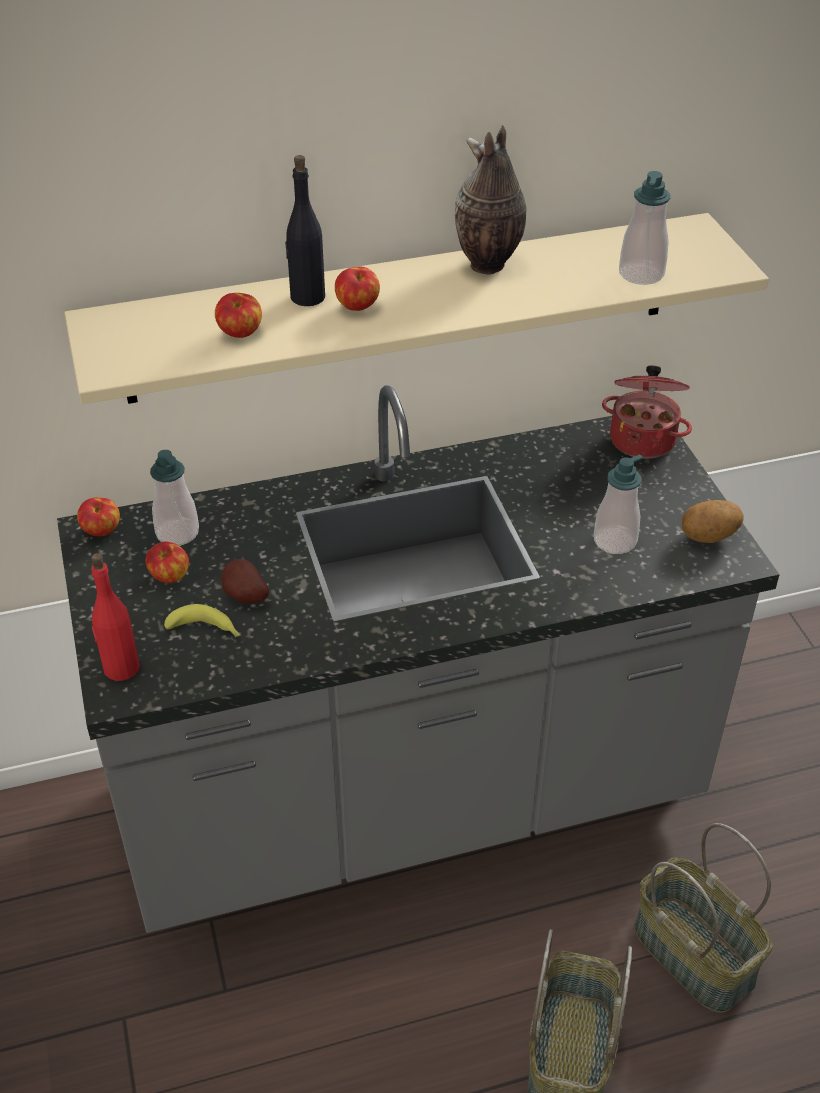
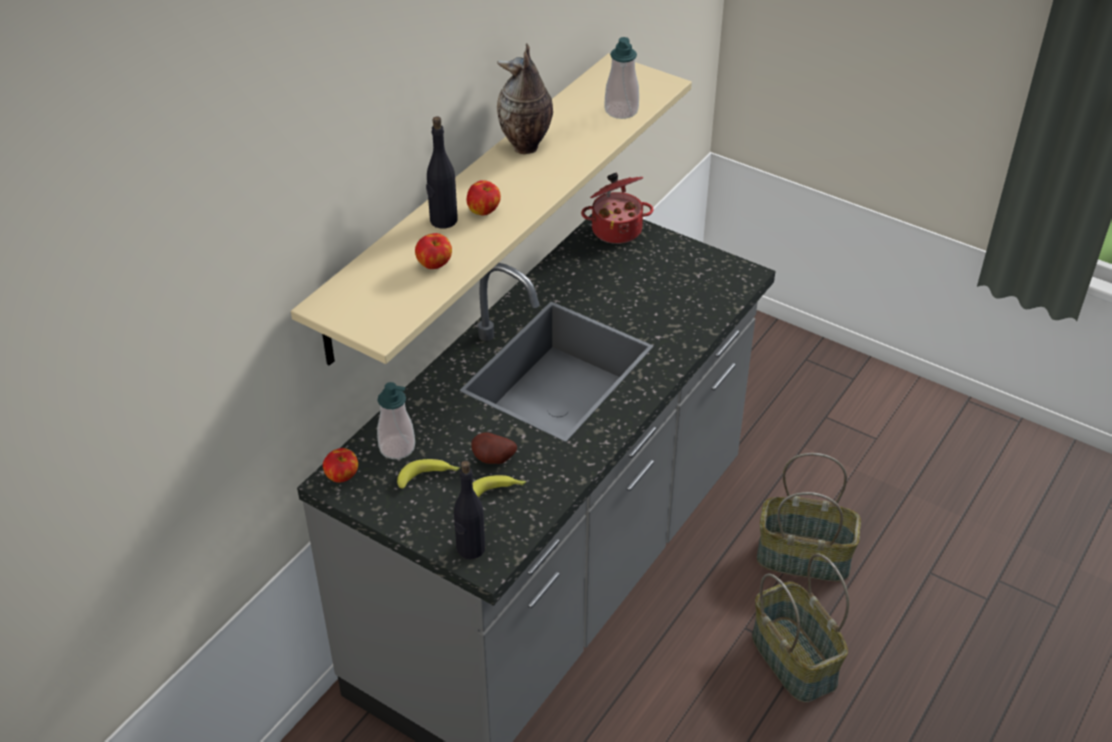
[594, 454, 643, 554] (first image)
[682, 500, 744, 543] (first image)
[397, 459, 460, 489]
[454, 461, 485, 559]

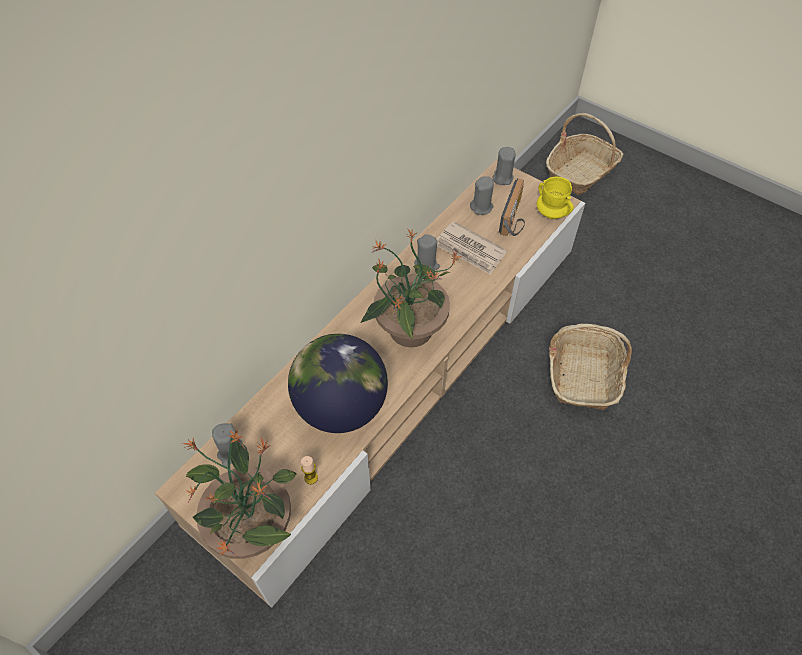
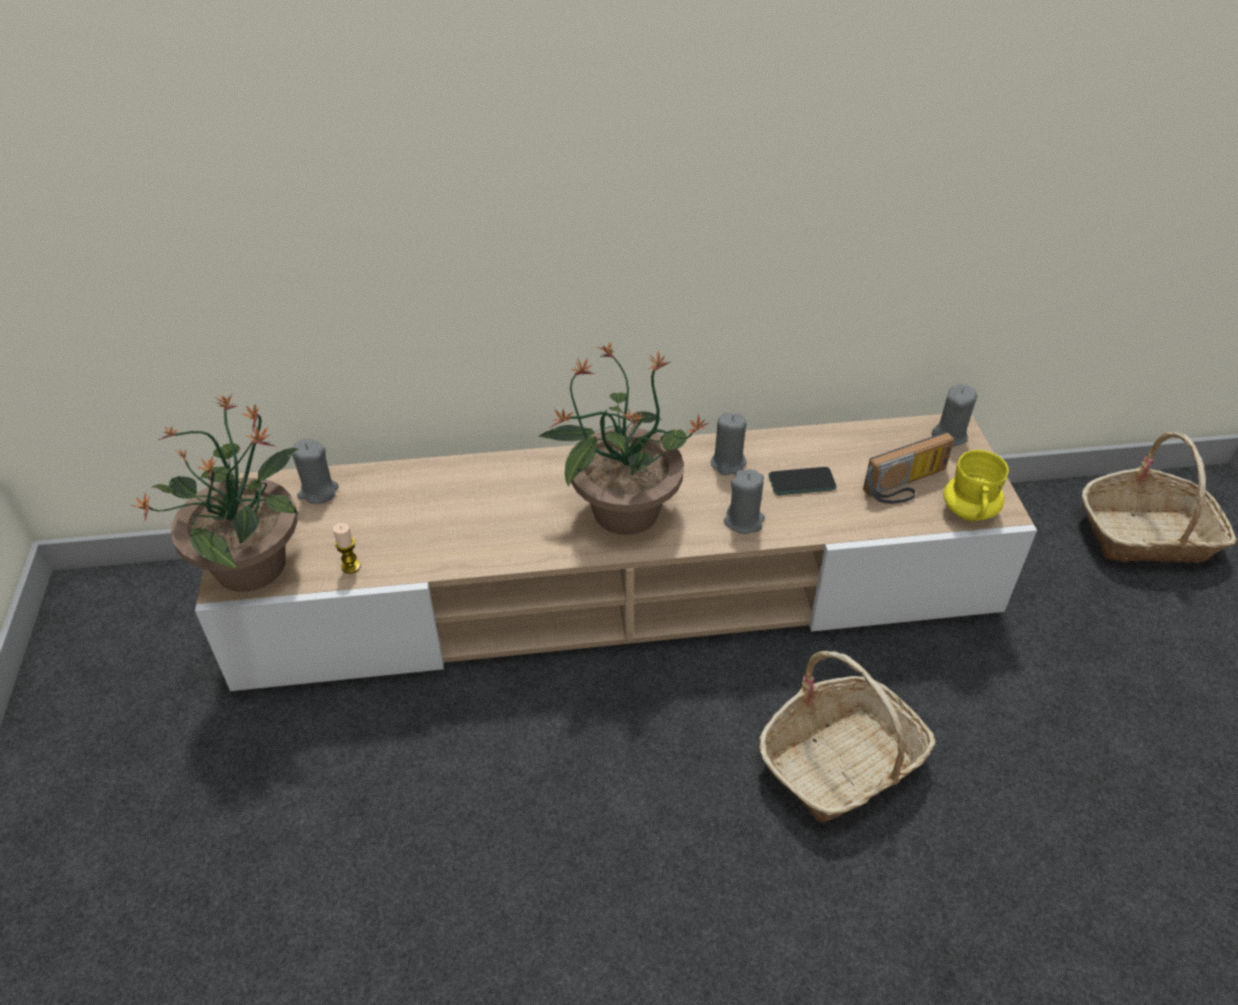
[724, 470, 765, 534]
[768, 467, 837, 495]
[288, 334, 388, 433] (first image)

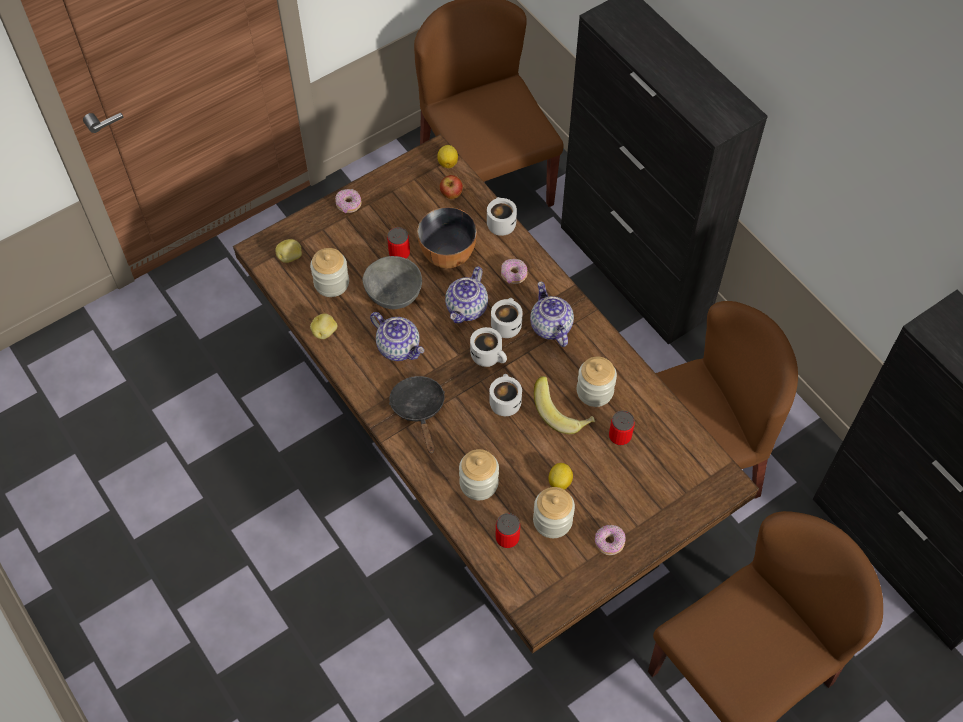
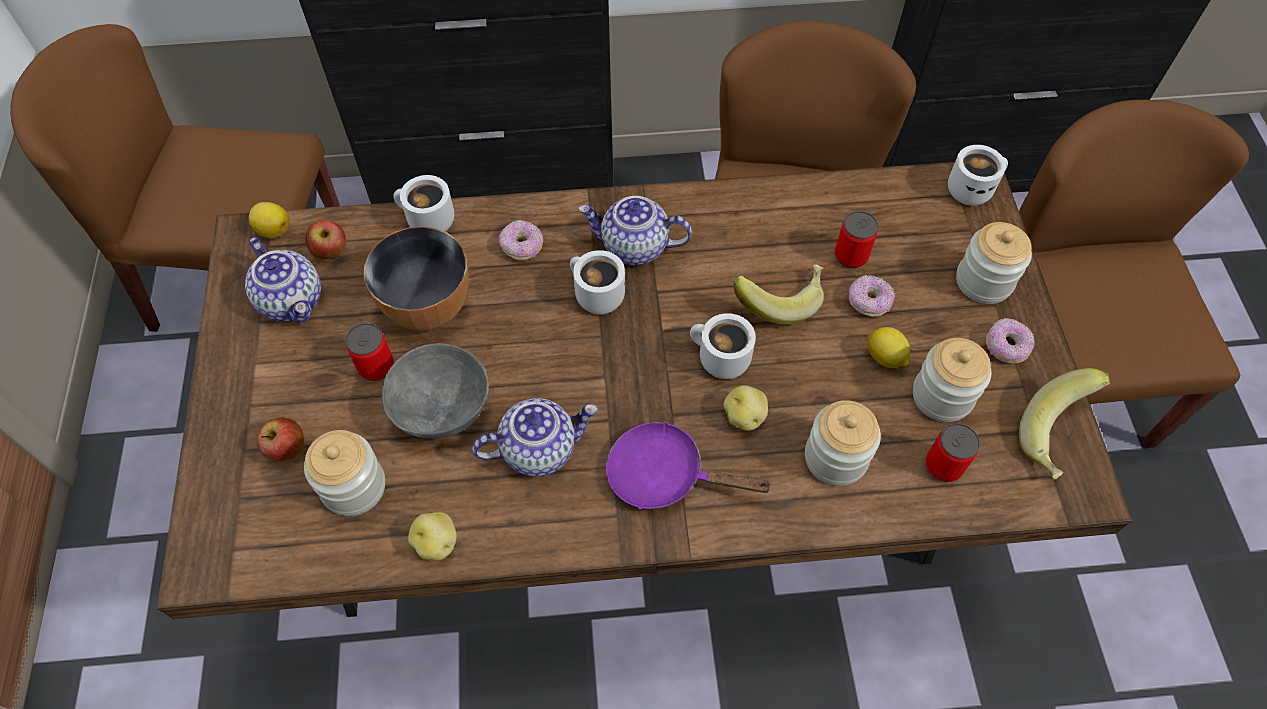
[849, 275, 895, 317]
[724, 385, 768, 431]
[245, 237, 321, 323]
[948, 145, 1008, 206]
[956, 222, 1032, 304]
[606, 421, 773, 510]
[1019, 368, 1110, 480]
[257, 418, 304, 462]

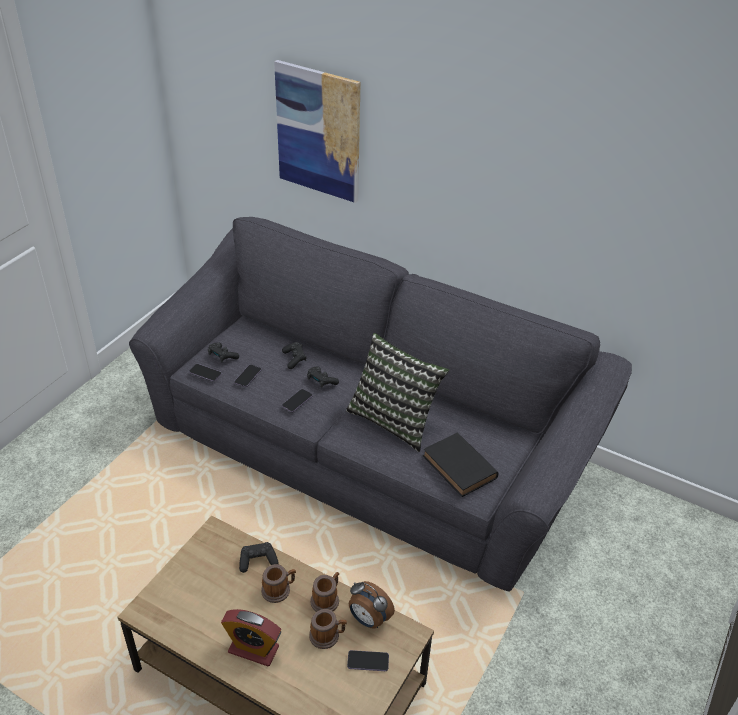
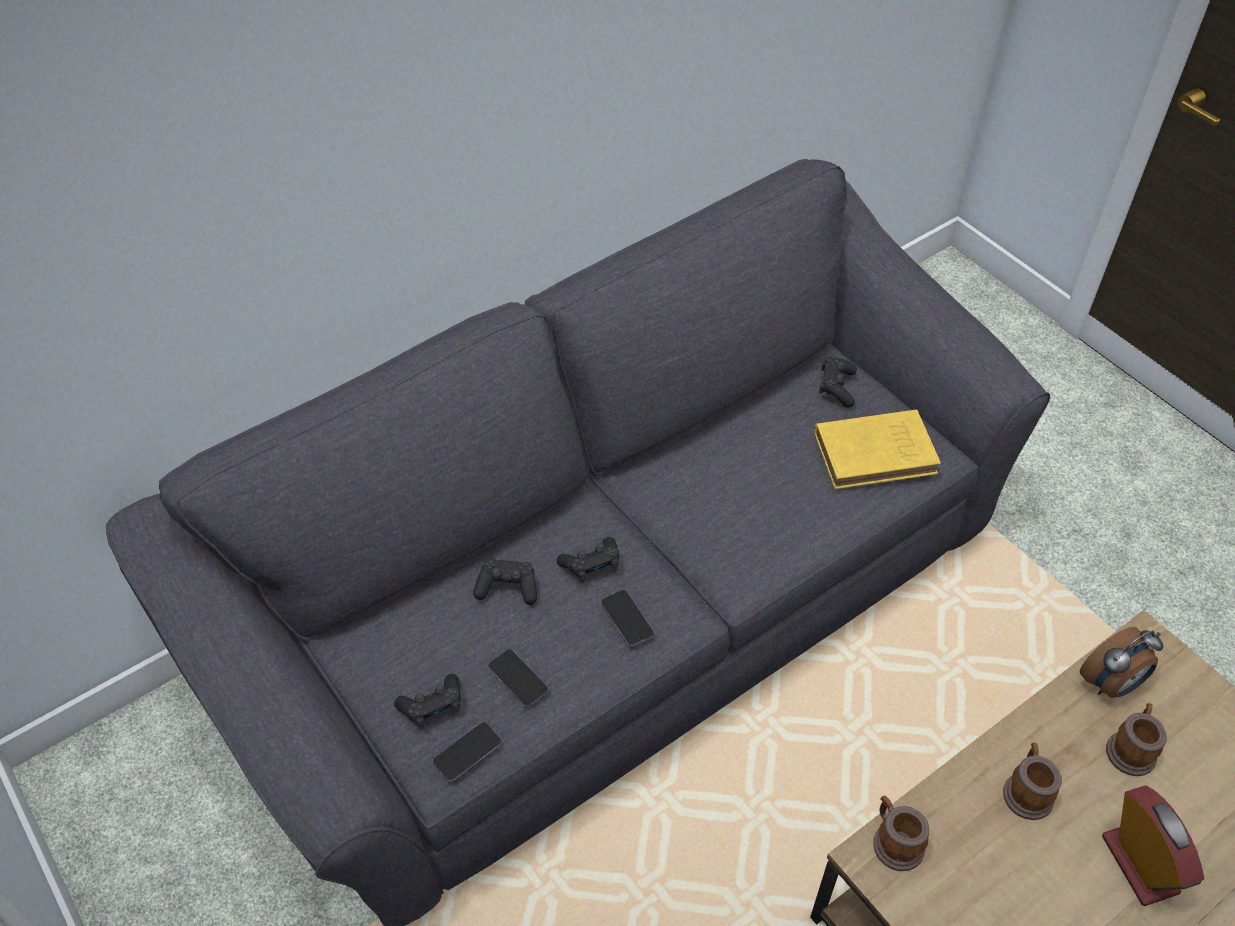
[274, 60, 361, 203] (first image)
[346, 333, 449, 452] (first image)
[814, 409, 941, 489]
[819, 357, 857, 408]
[873, 795, 929, 871]
[1102, 785, 1204, 906]
[347, 650, 389, 671] (first image)

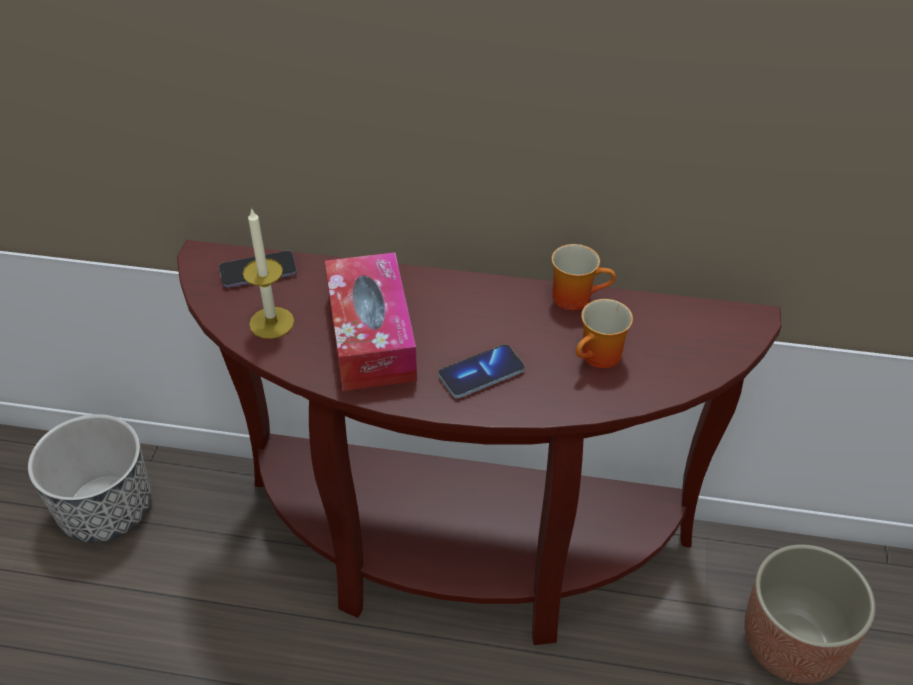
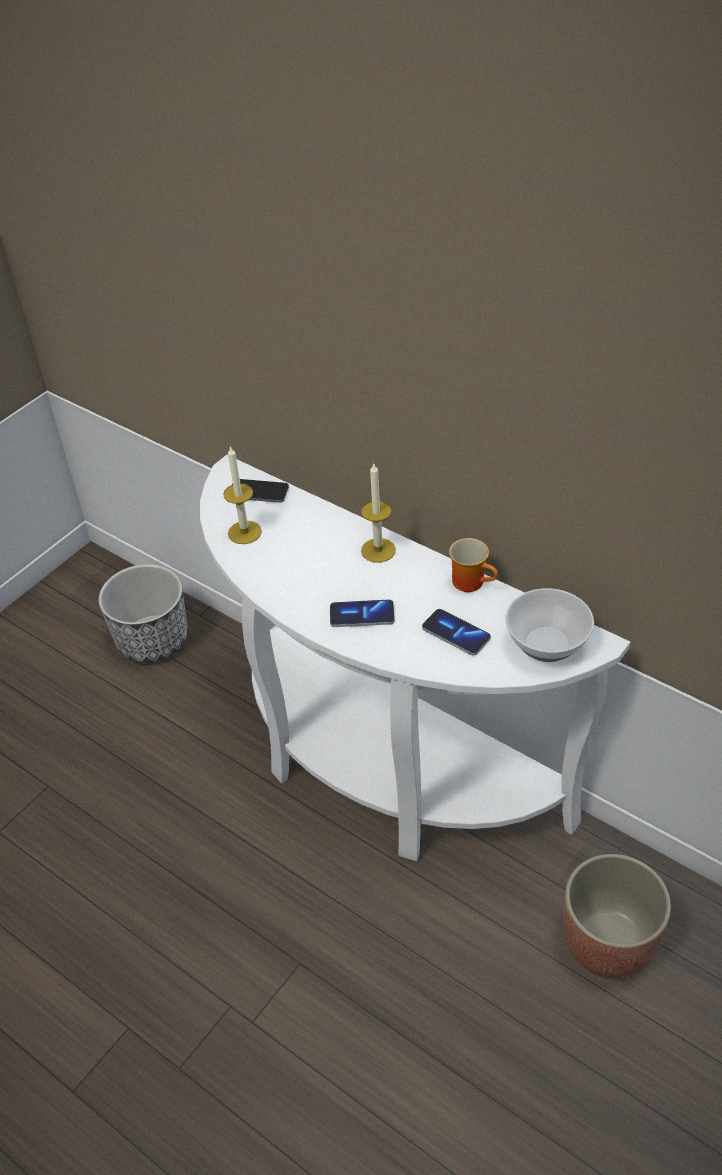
[200, 455, 630, 861]
[325, 252, 417, 391] (first image)
[422, 609, 491, 655]
[361, 463, 396, 563]
[505, 588, 594, 662]

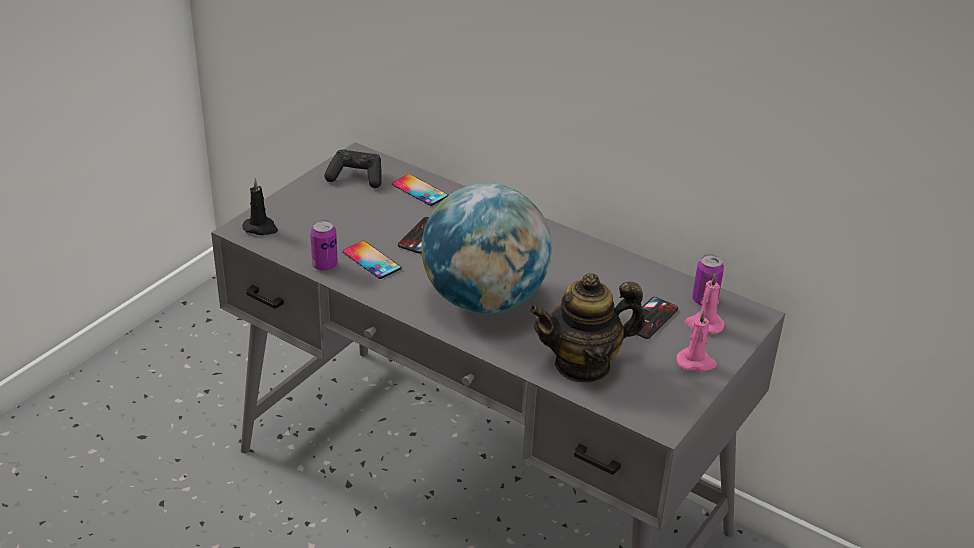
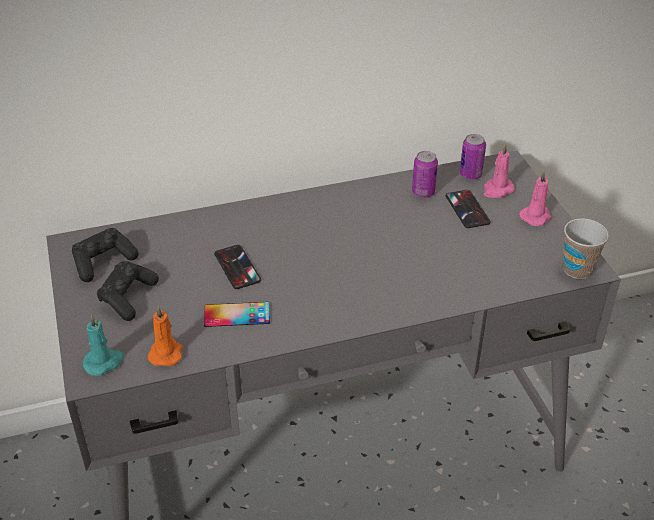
[392, 174, 449, 206] (first image)
[82, 314, 124, 375]
[421, 183, 552, 314] (first image)
[412, 151, 438, 198]
[529, 273, 645, 383] (first image)
[563, 218, 609, 279]
[97, 261, 159, 321]
[148, 306, 183, 366]

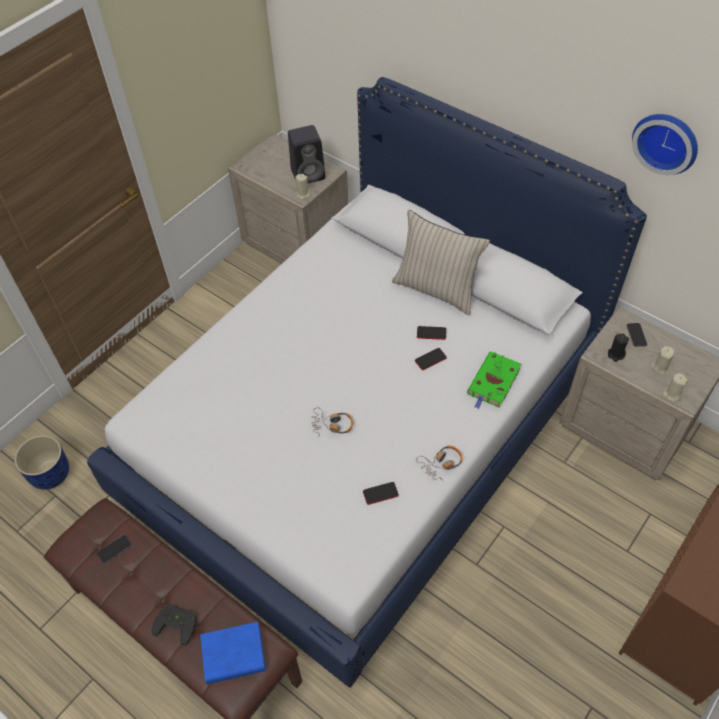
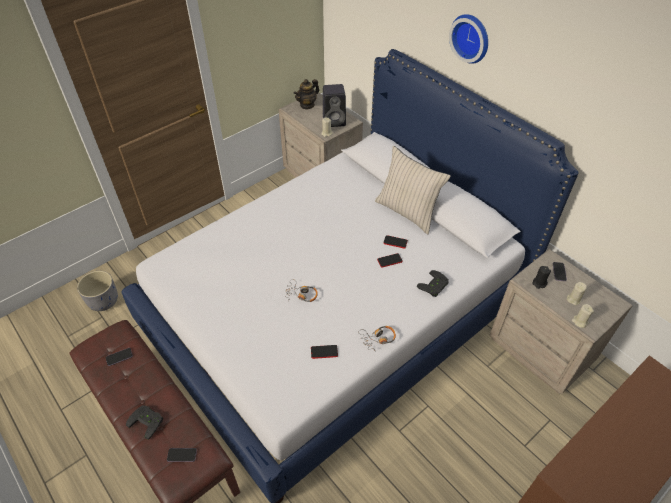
[449, 14, 488, 64]
[417, 270, 449, 297]
[77, 271, 118, 311]
[167, 448, 197, 462]
[294, 79, 319, 110]

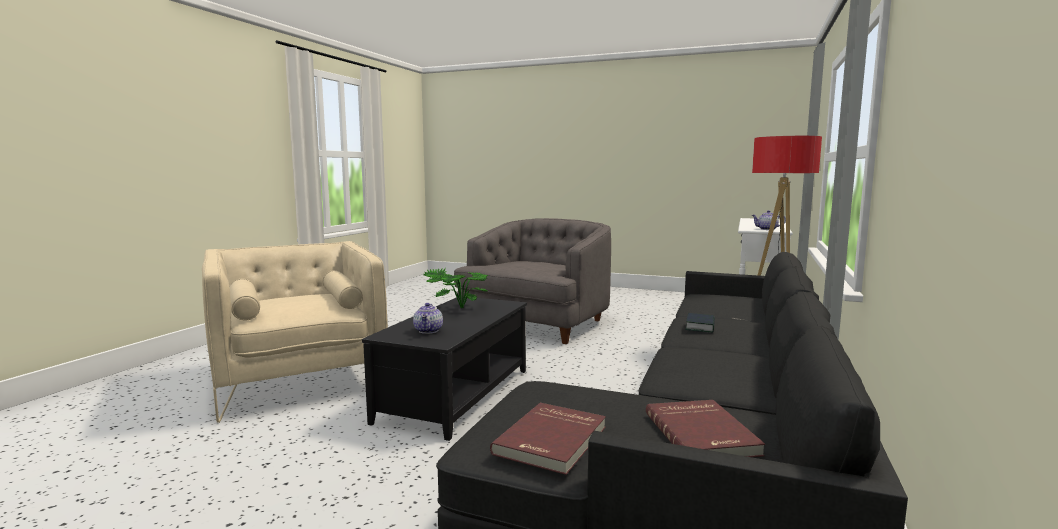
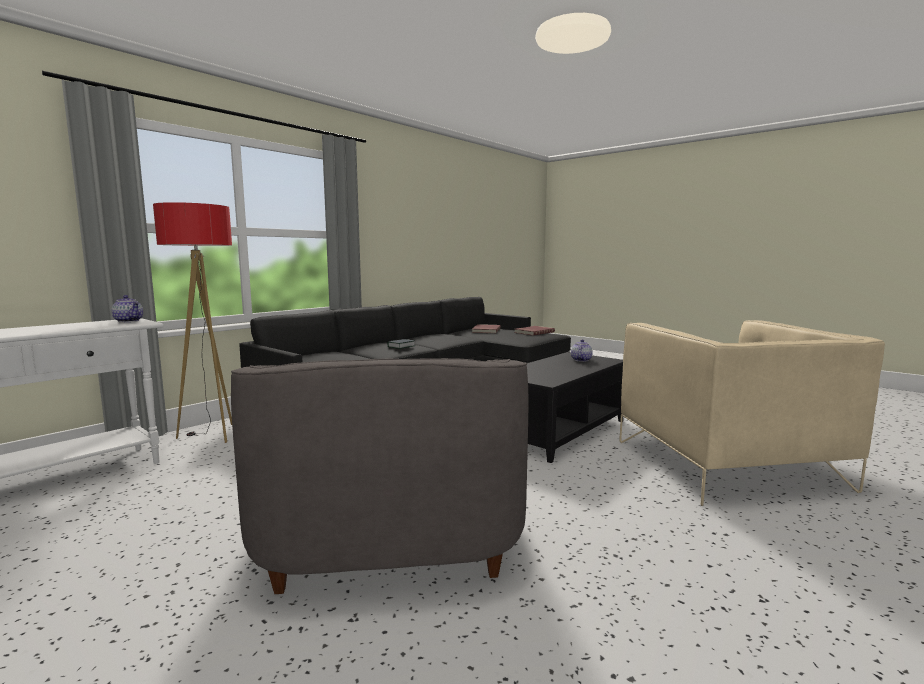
[231, 358, 528, 594]
[423, 268, 488, 308] (first image)

